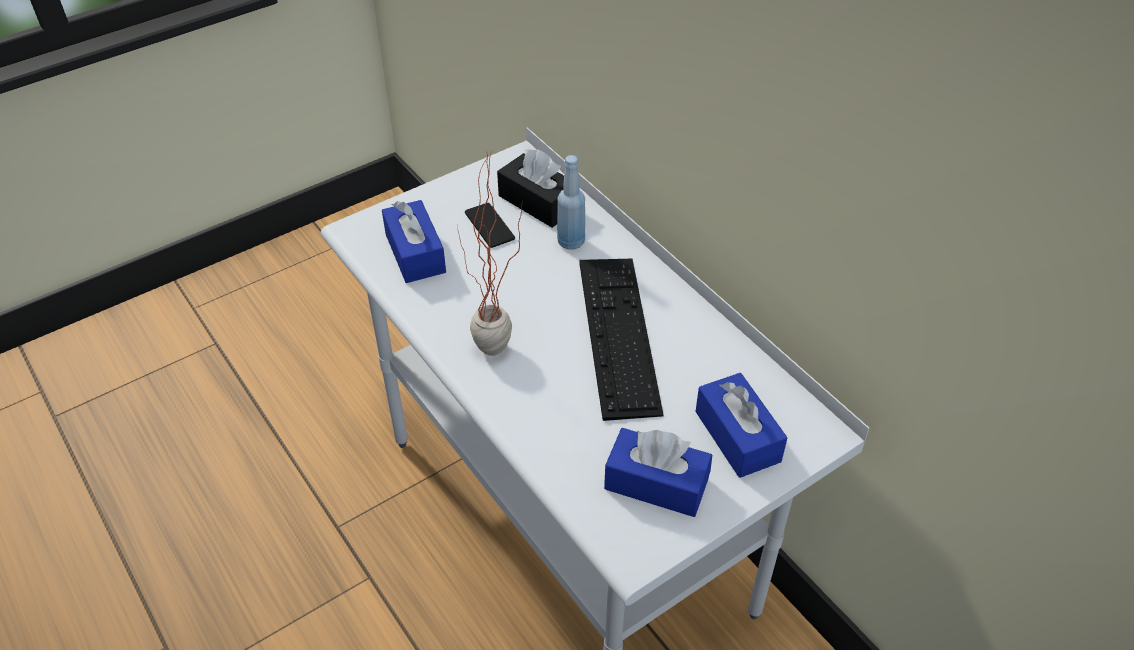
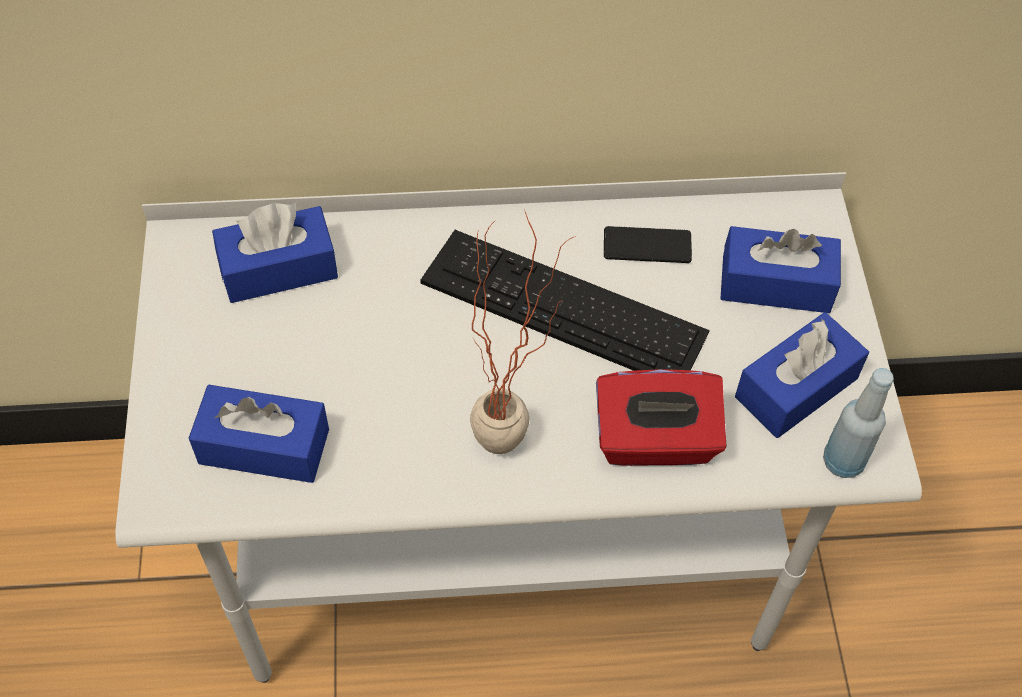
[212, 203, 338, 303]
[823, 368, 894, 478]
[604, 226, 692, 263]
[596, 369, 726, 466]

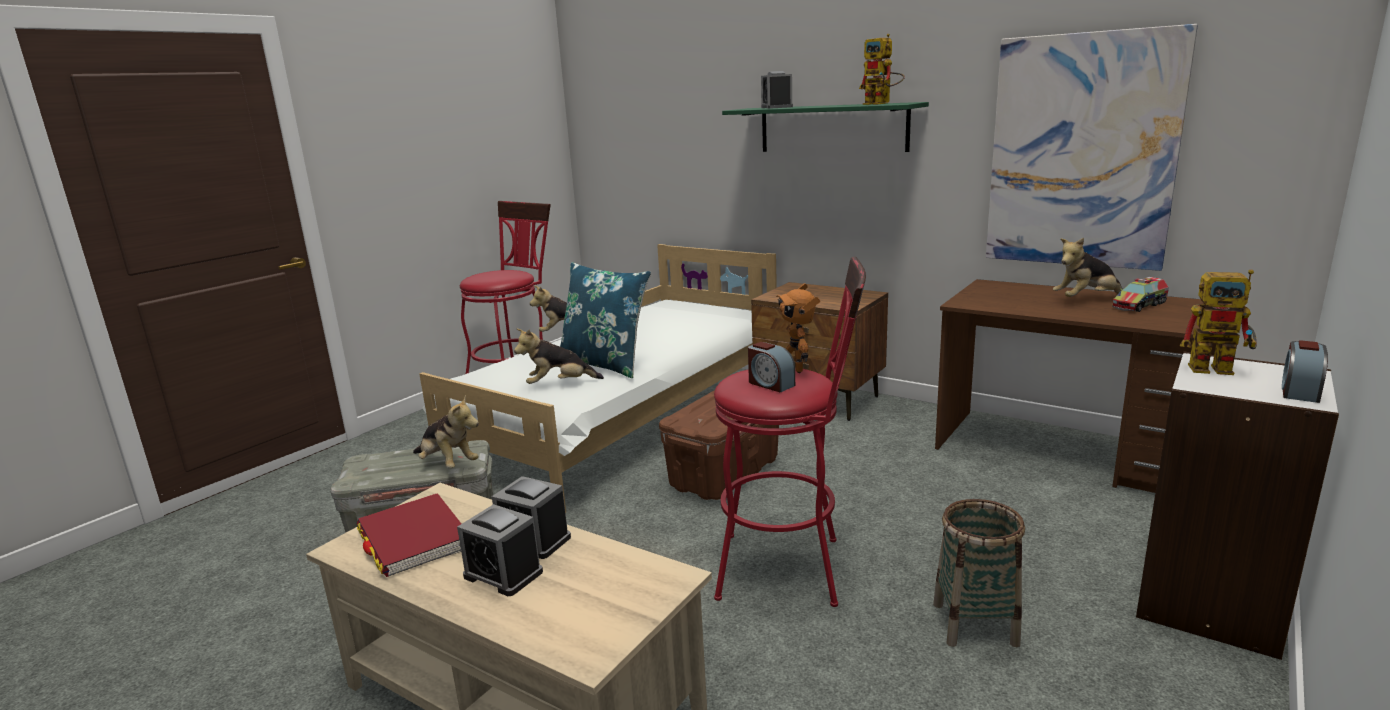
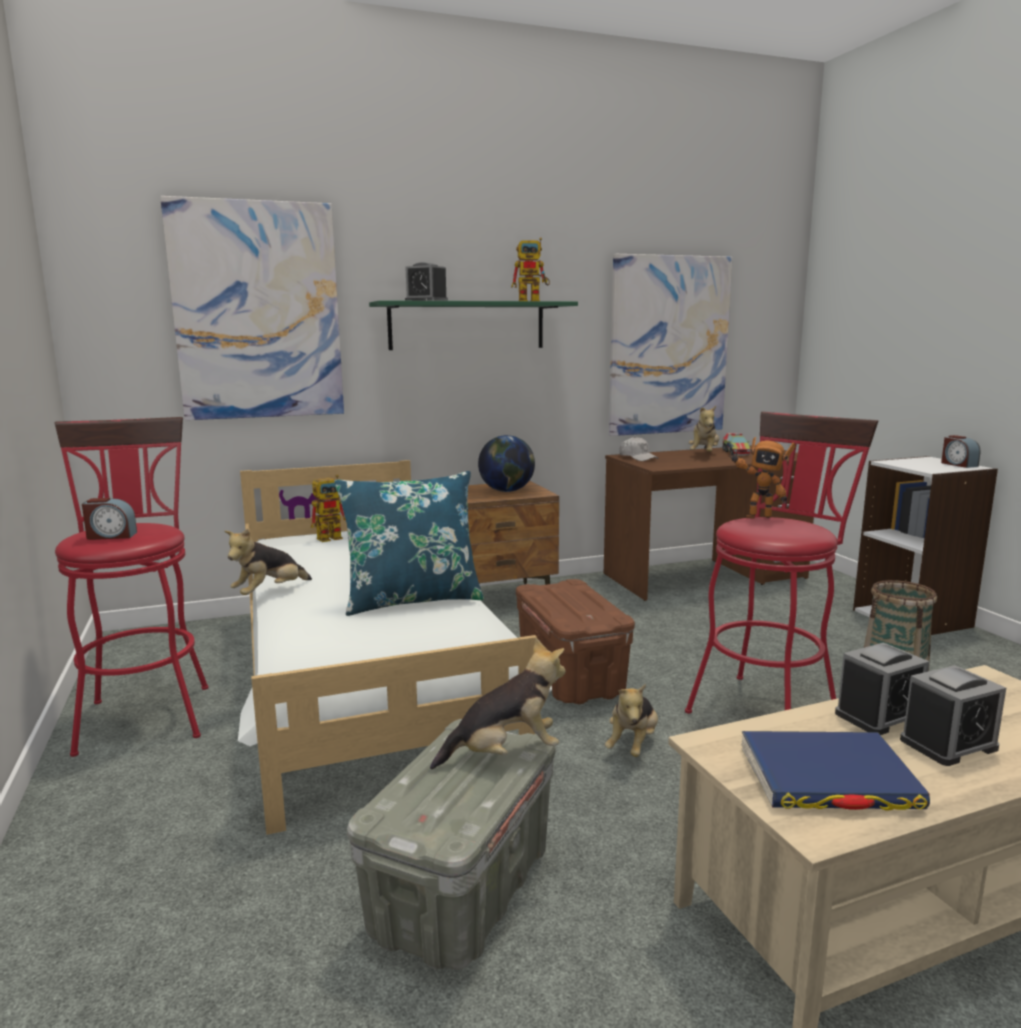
[311, 475, 346, 542]
[605, 684, 658, 757]
[82, 498, 137, 540]
[742, 731, 930, 810]
[160, 196, 344, 420]
[478, 435, 535, 492]
[619, 437, 659, 461]

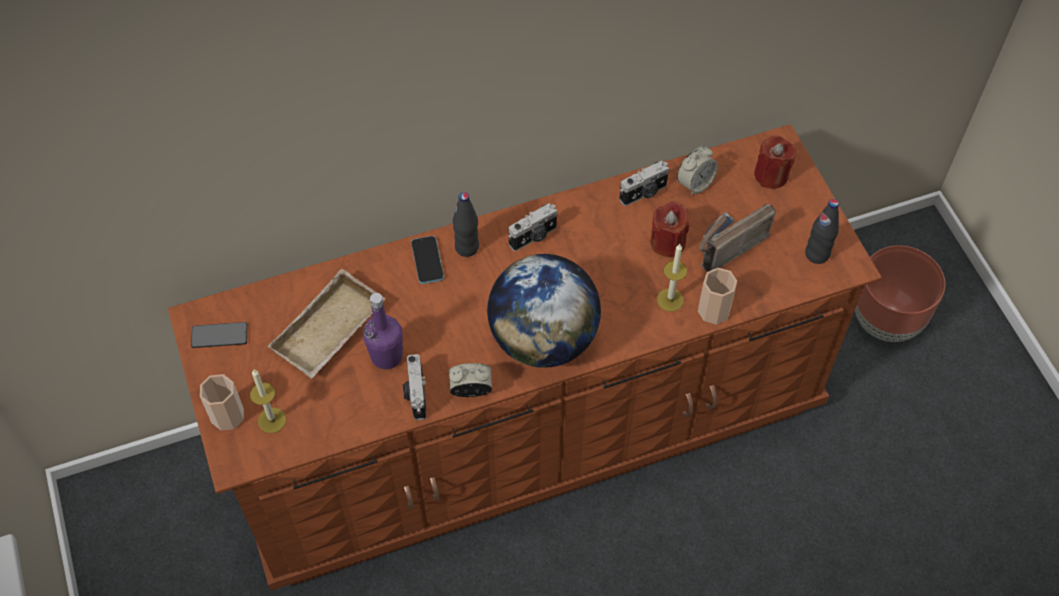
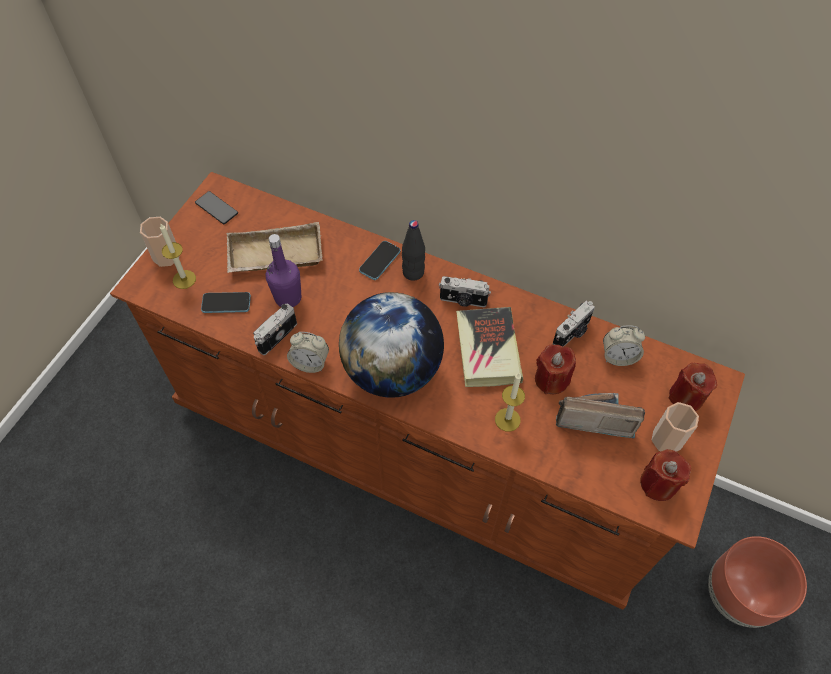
[553, 301, 595, 346]
[640, 449, 691, 501]
[652, 402, 699, 452]
[287, 332, 329, 373]
[201, 292, 251, 313]
[456, 307, 523, 387]

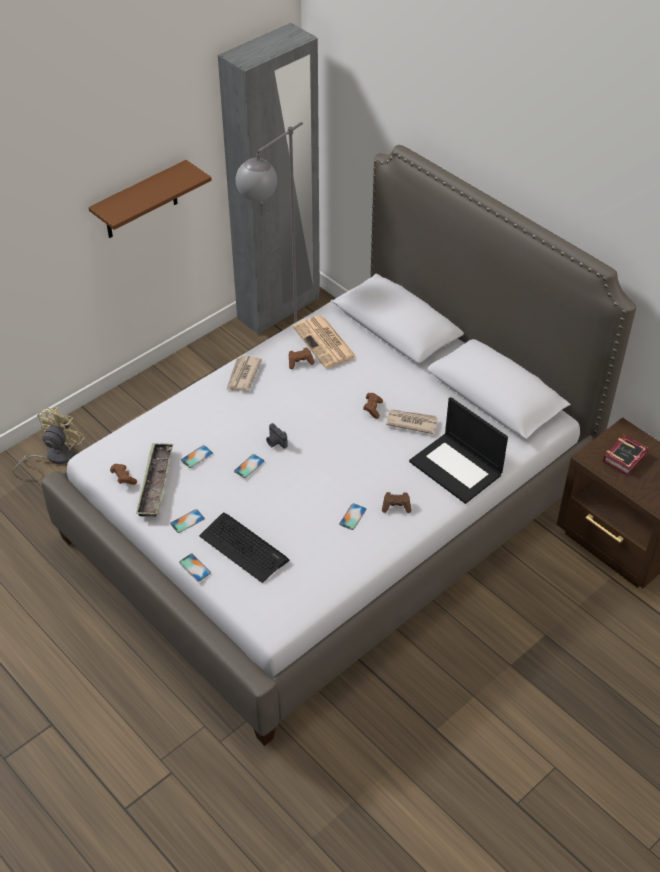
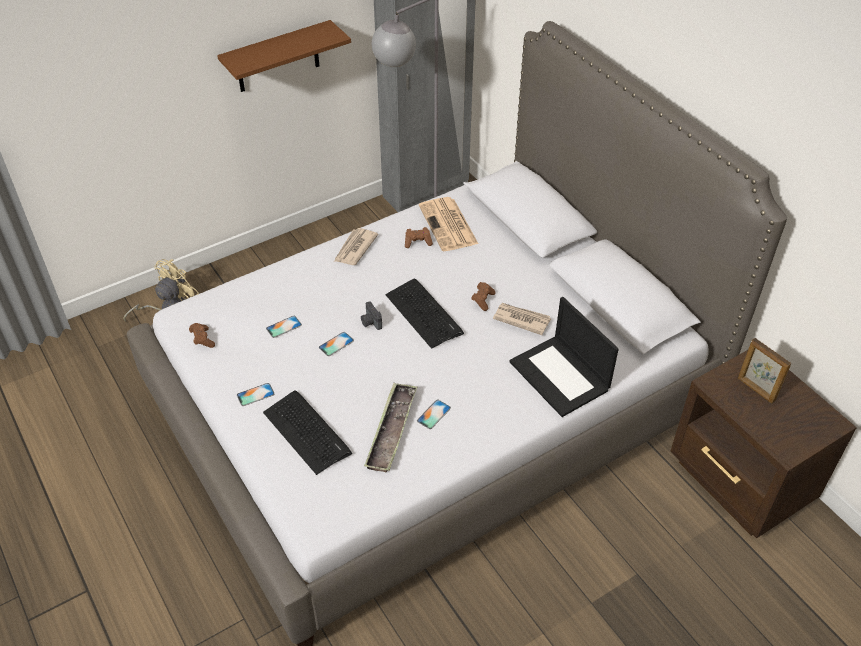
[738, 338, 791, 403]
[364, 383, 417, 472]
[382, 492, 412, 513] (first image)
[179, 554, 211, 581] (first image)
[385, 279, 464, 349]

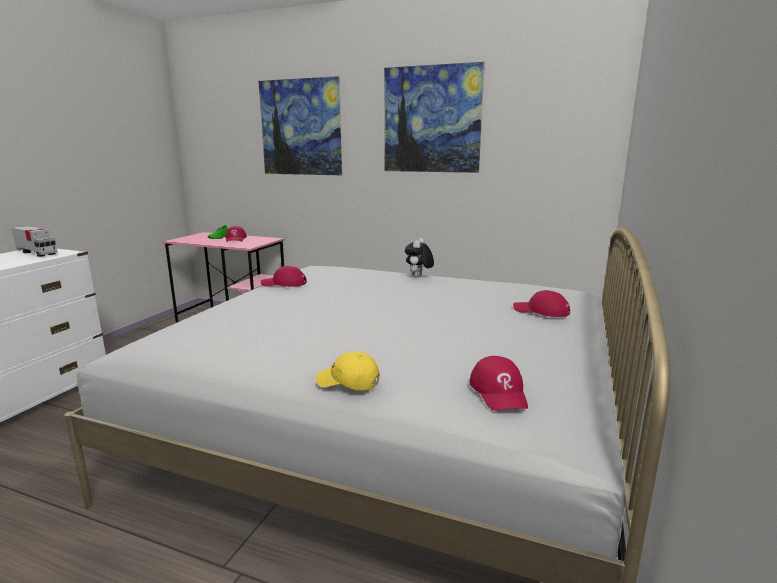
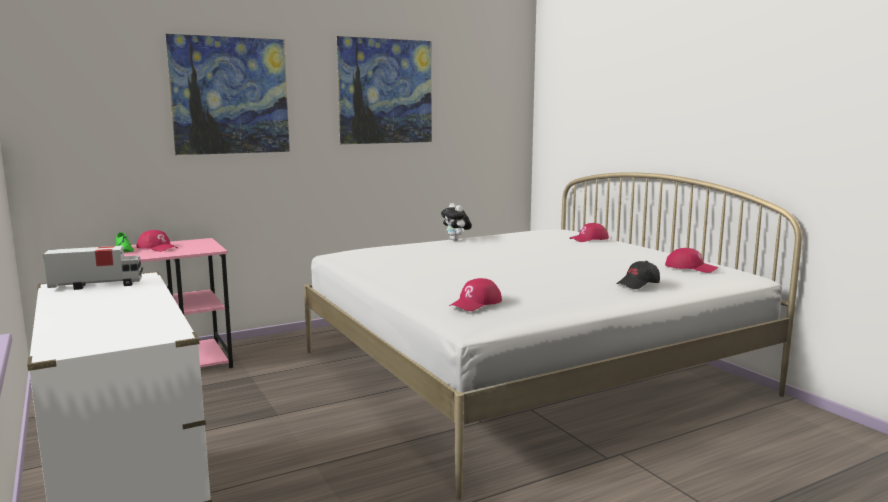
[449, 278, 502, 311]
[617, 261, 660, 289]

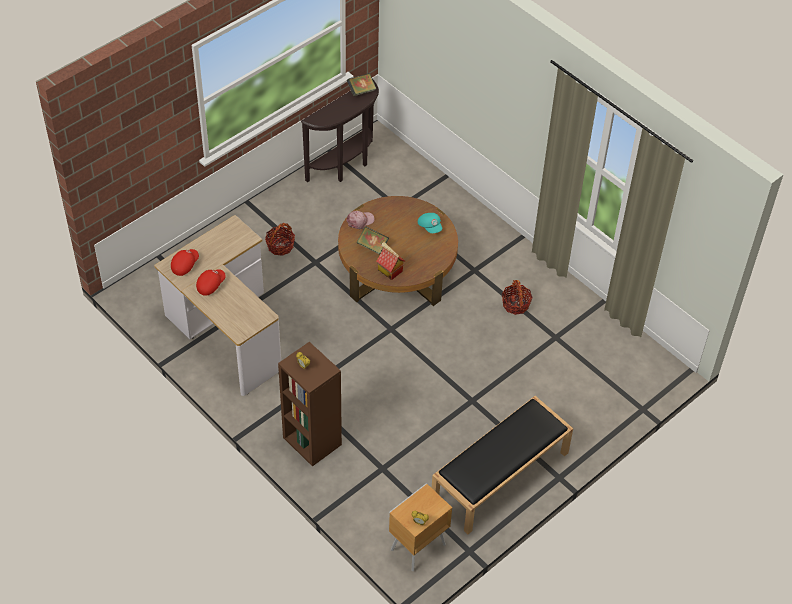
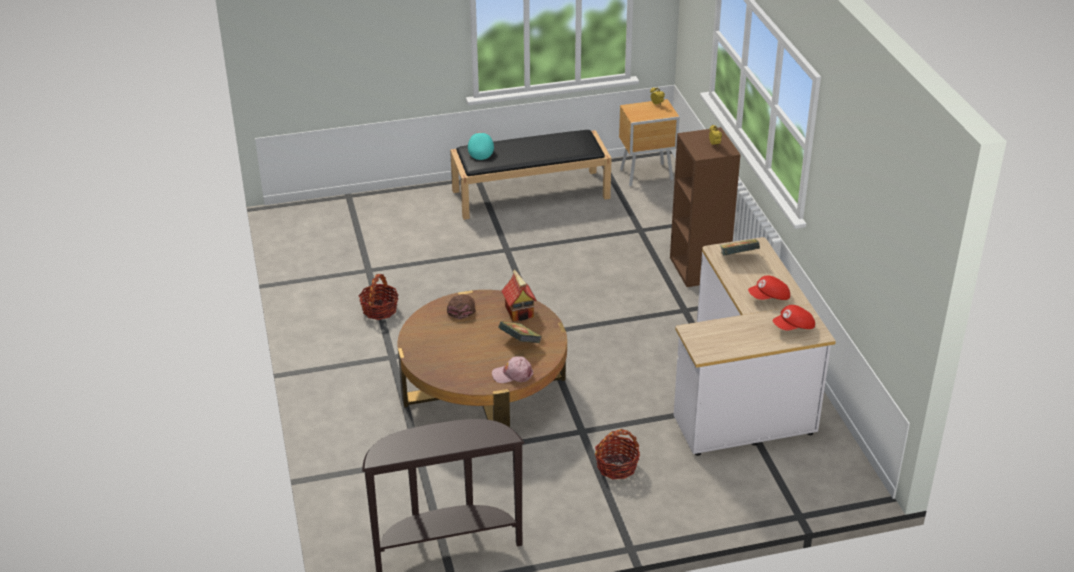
[720, 239, 760, 256]
[468, 132, 494, 160]
[447, 294, 476, 319]

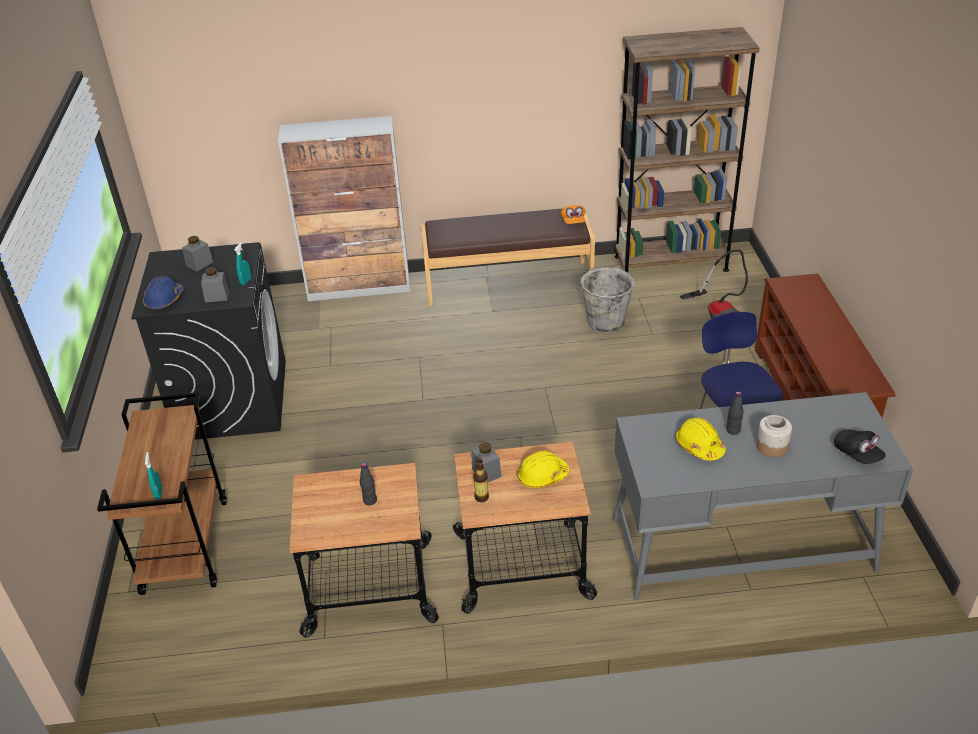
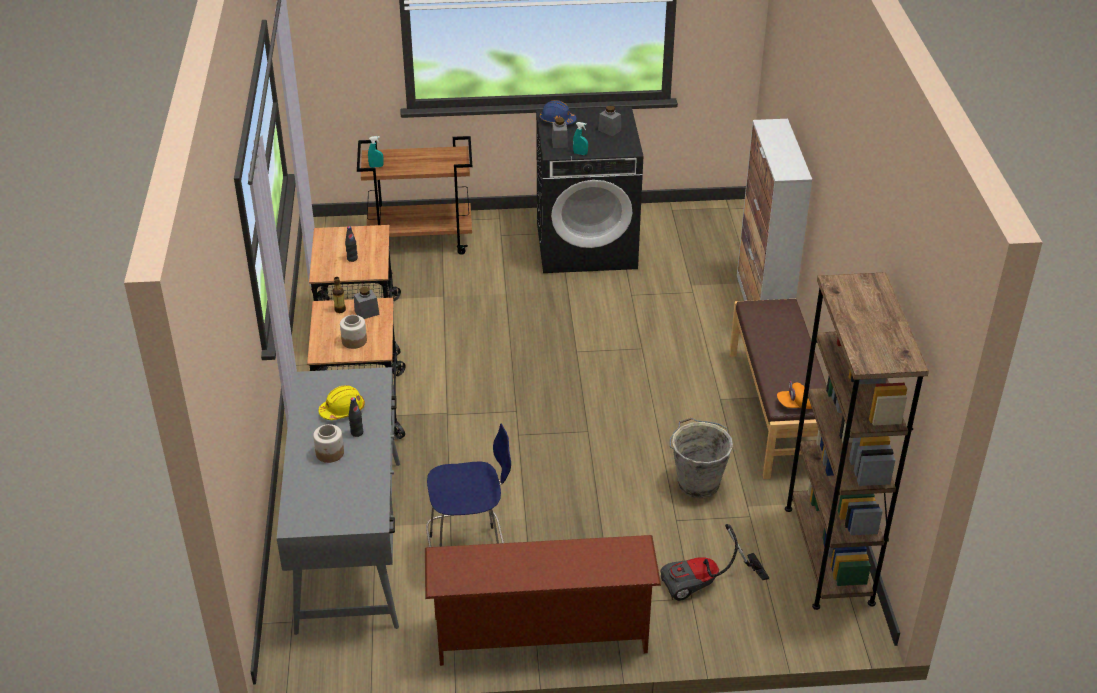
[834, 430, 886, 464] (first image)
[340, 315, 367, 349]

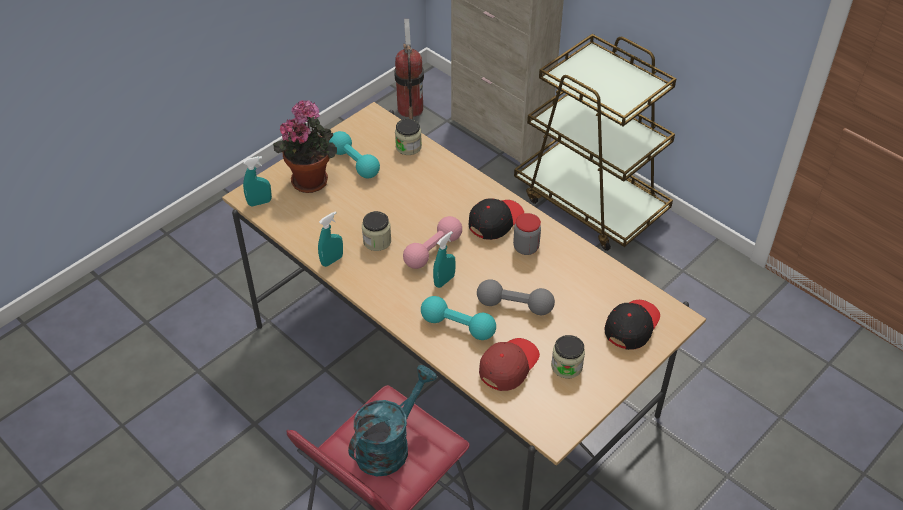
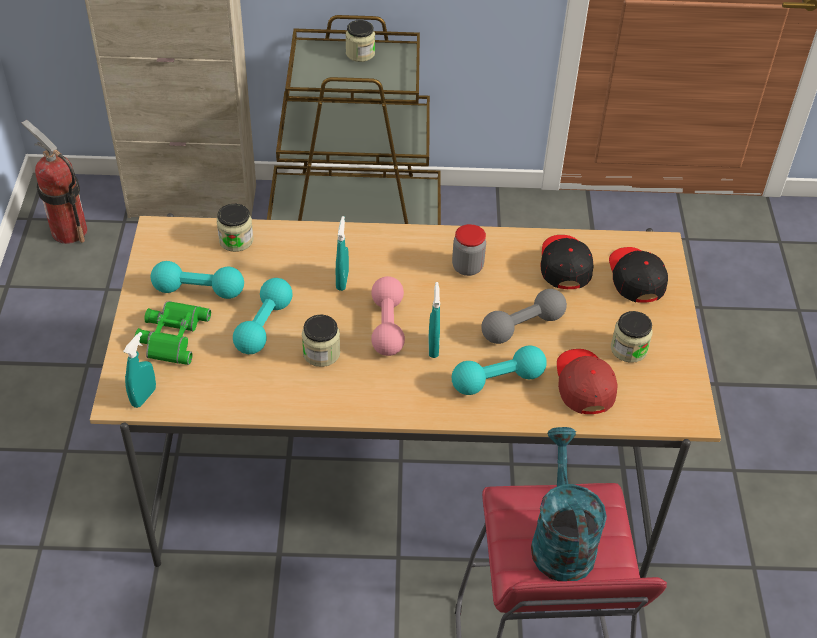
[135, 301, 211, 365]
[540, 235, 593, 289]
[336, 216, 349, 291]
[346, 20, 375, 62]
[233, 278, 293, 354]

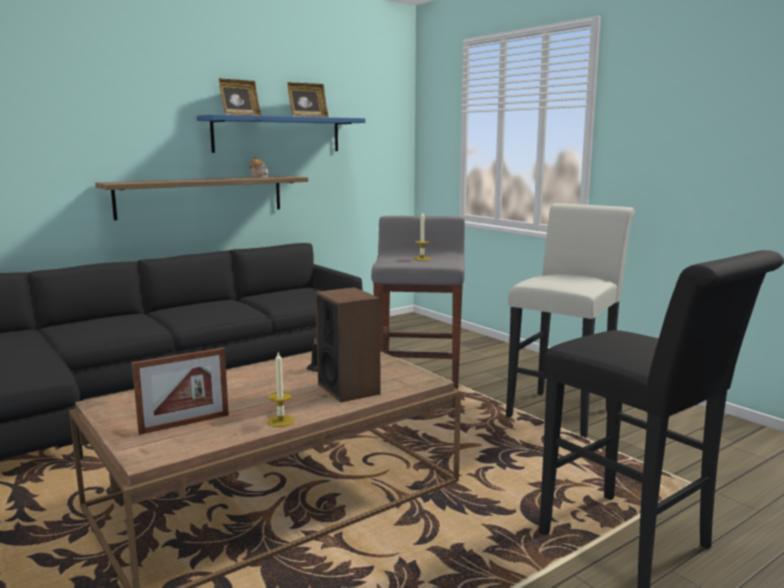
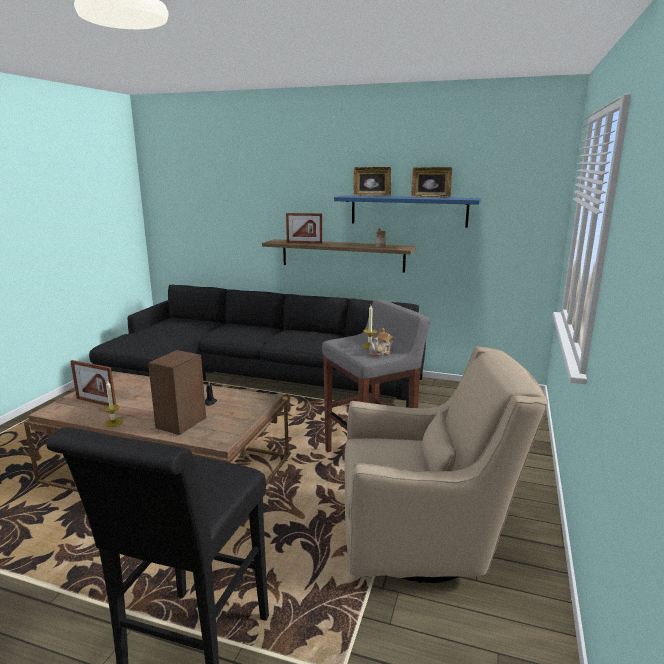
[344, 346, 548, 583]
[286, 213, 322, 244]
[369, 328, 393, 356]

